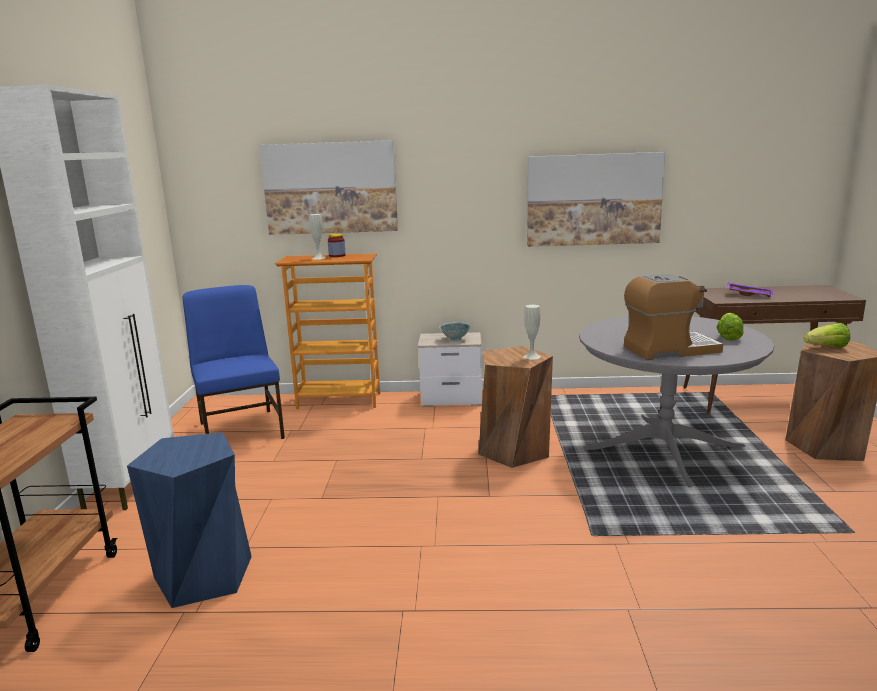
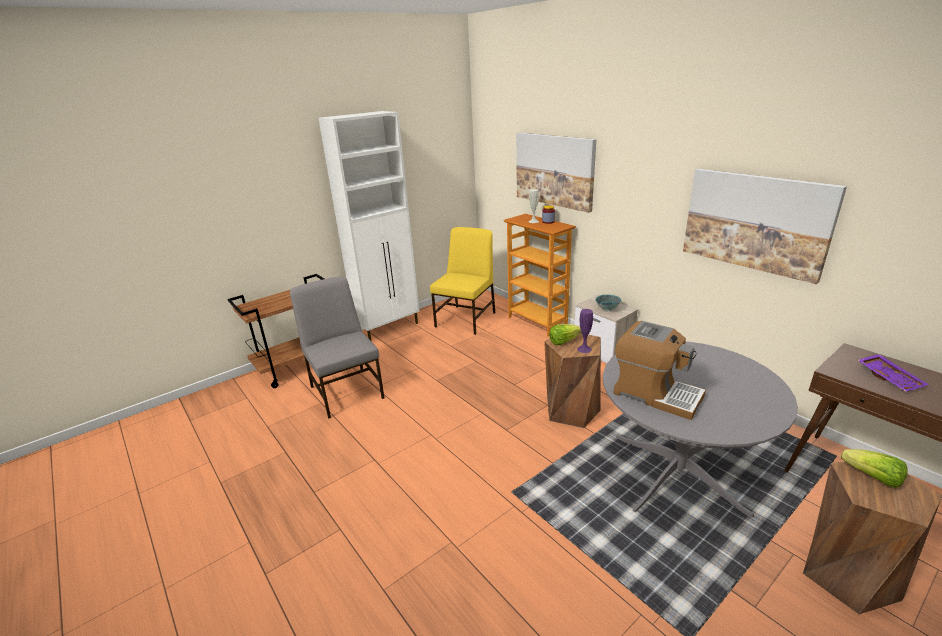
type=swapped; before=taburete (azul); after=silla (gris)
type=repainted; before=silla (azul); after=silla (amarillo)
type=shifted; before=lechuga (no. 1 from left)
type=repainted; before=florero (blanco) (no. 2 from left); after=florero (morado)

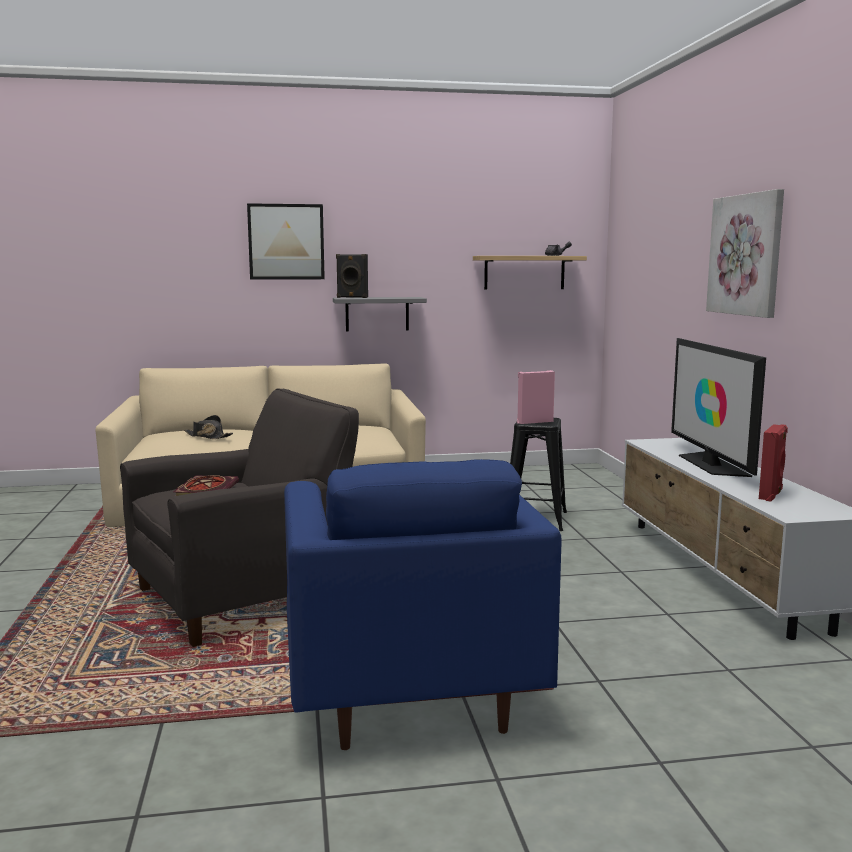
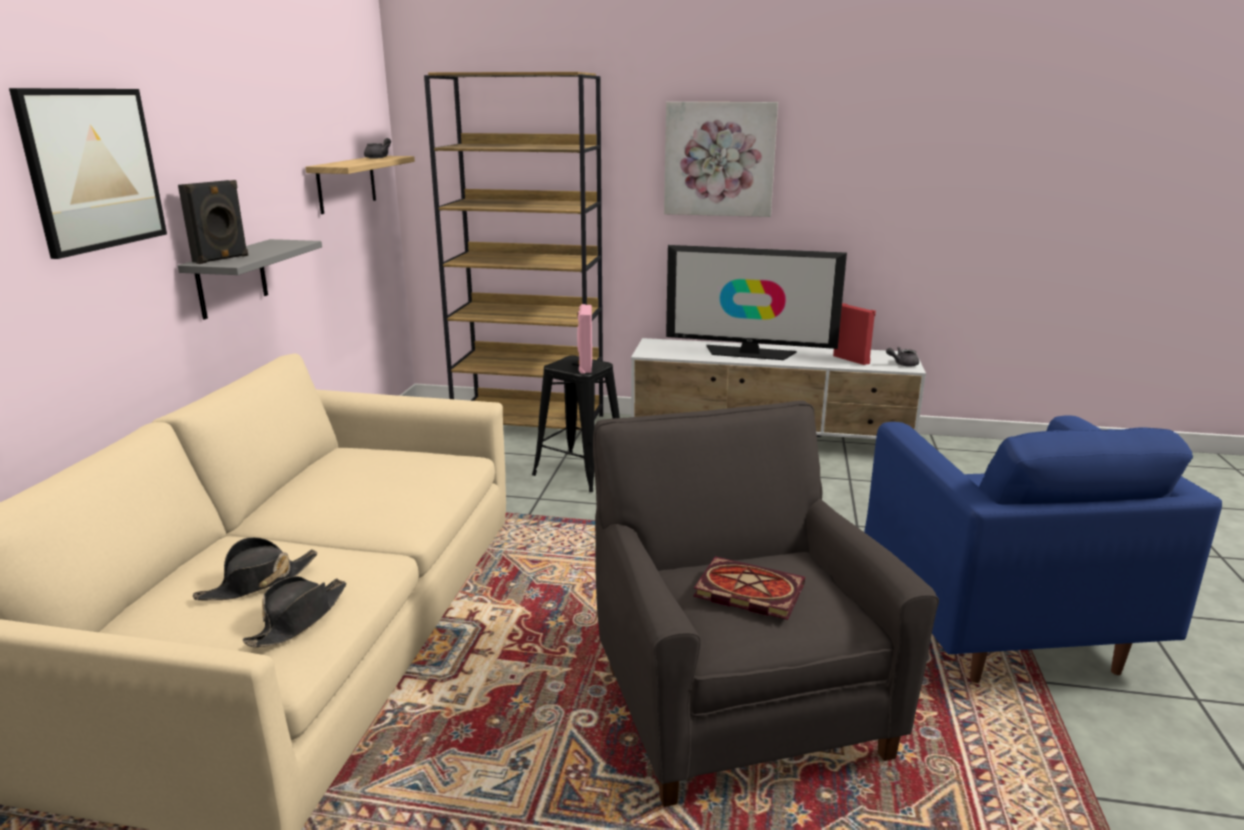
type=new; after=sombrero (negro) (no. 2 from left)
type=new; after=estantería (marrón)
type=rotated; before=sillón (azul); turn=75
type=new; after=tetera (gris) (no. 2 from left)

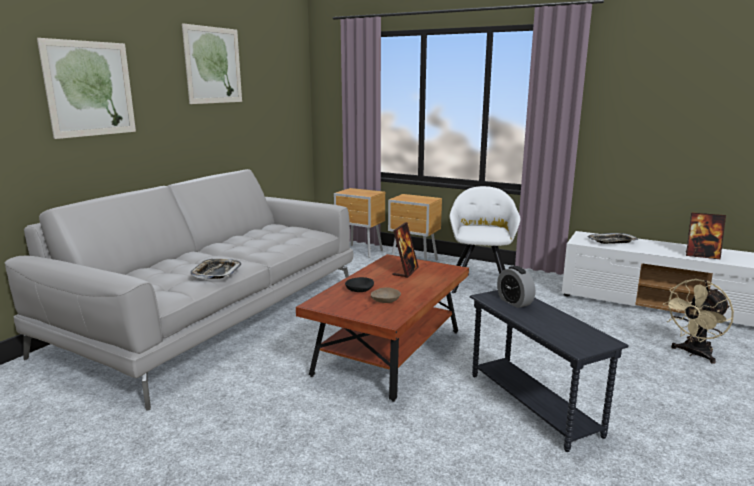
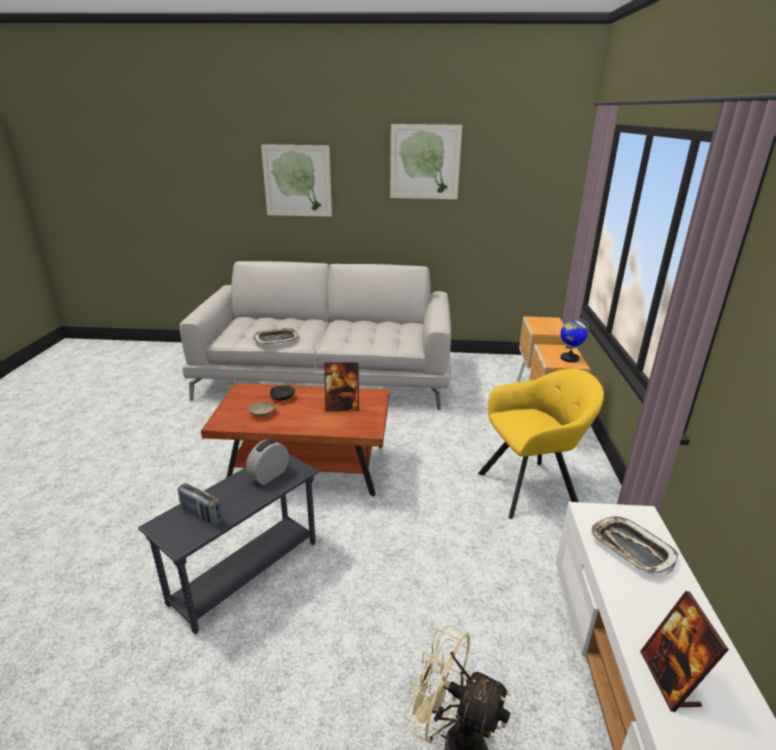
type=new; after=radio
type=repainted; before=sillón (blanco); after=sillón (amarillo)
type=new; after=globo terráqueo

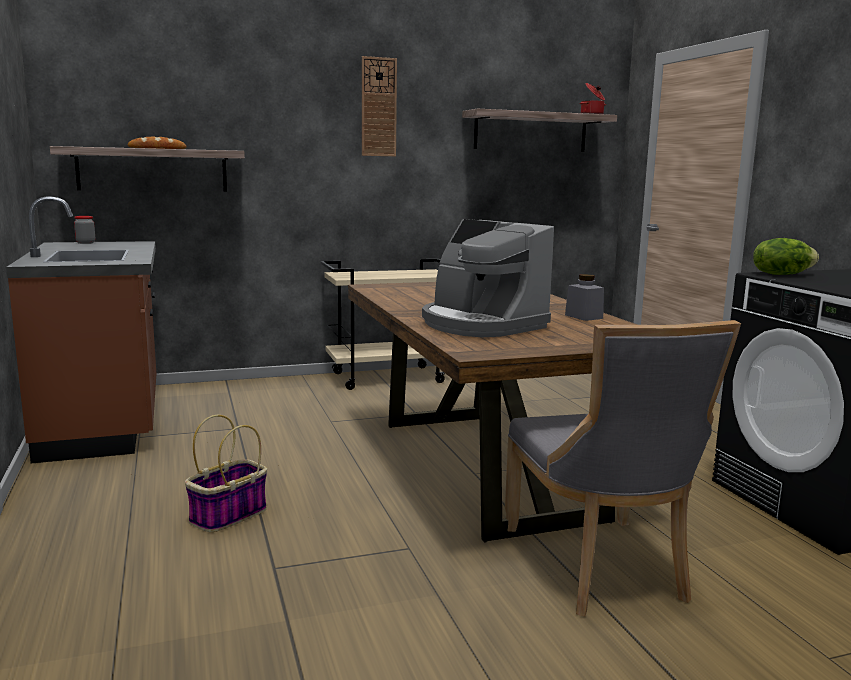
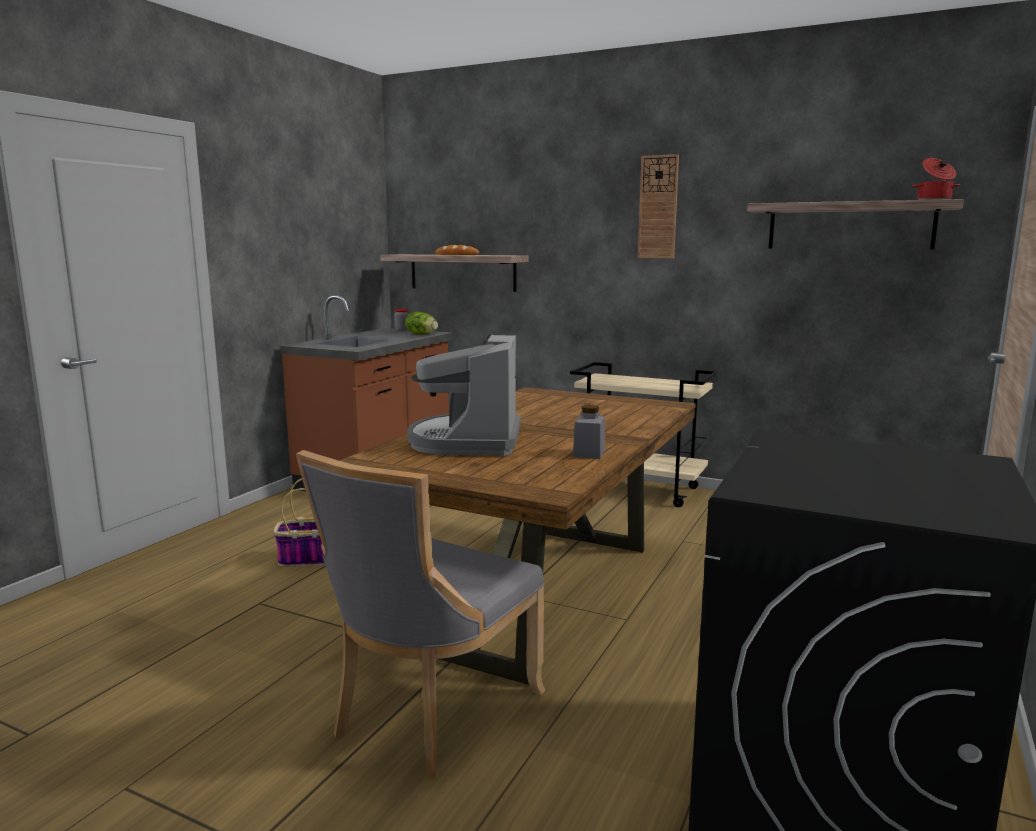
type=shifted; before=lechuga

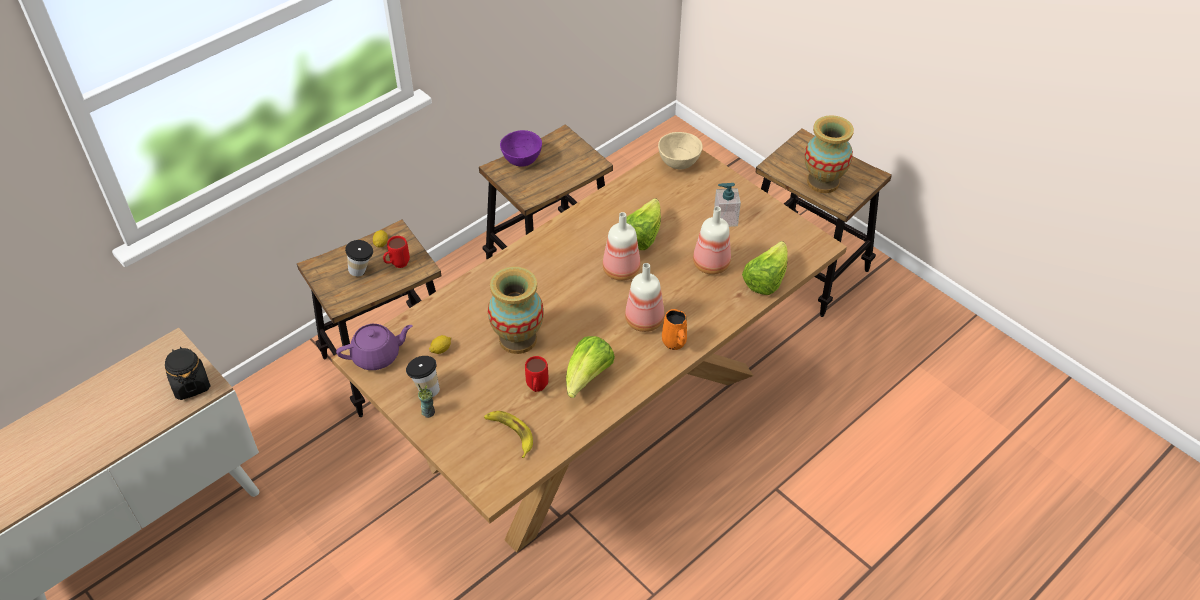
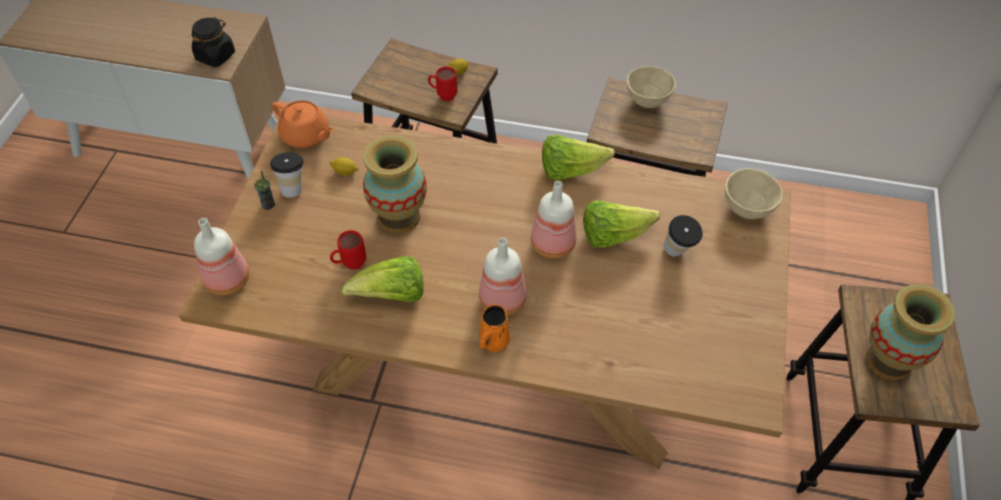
type=shifted; before=botella (no. 3 from left in the first image); after=botella (no. 1 from left)
type=repainted; before=tetera (morado); after=tetera (naranja)
type=shifted; before=lechuga (no. 3 from left in the first image); after=lechuga (no. 2 from left)
type=repainted; before=cuenco (morado); after=cuenco (beis) (no. 1 from left)
type=shifted; before=taza (no. 1 from left in the first image); after=taza (no. 3 from left)
type=gone; before=plátano
type=gone; before=dispensador de jabón

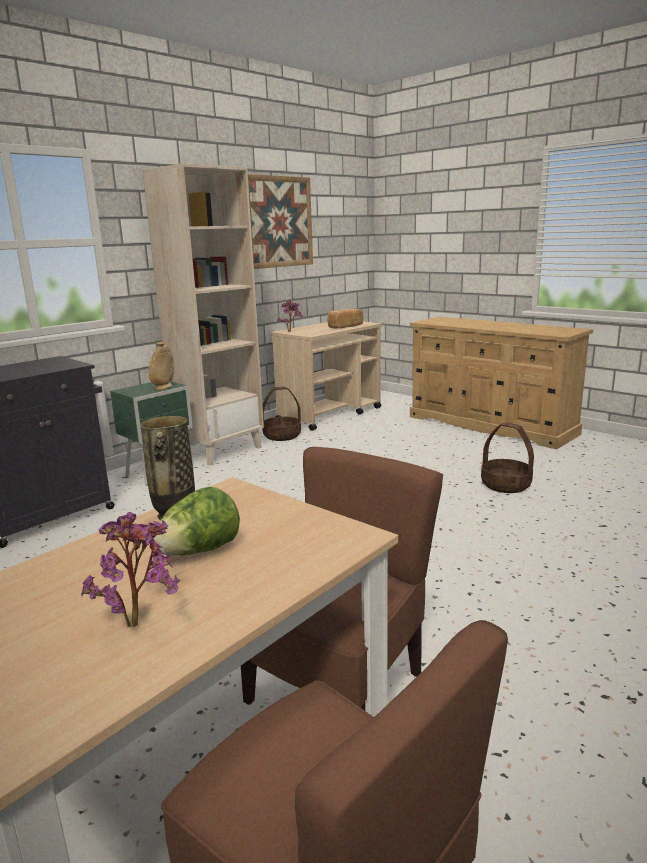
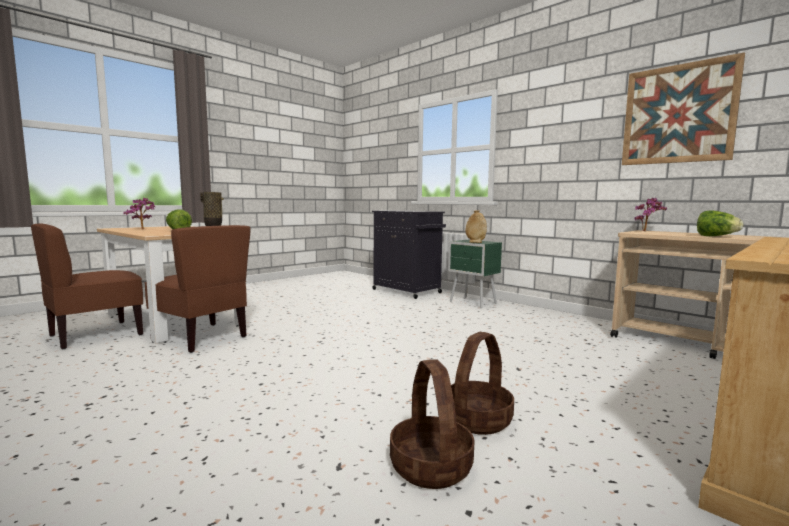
type=shifted; before=cesta (no. 1 from left)
type=swapped; before=pan; after=lechuga (no. 2 from left)
type=gone; before=estantería (beis)

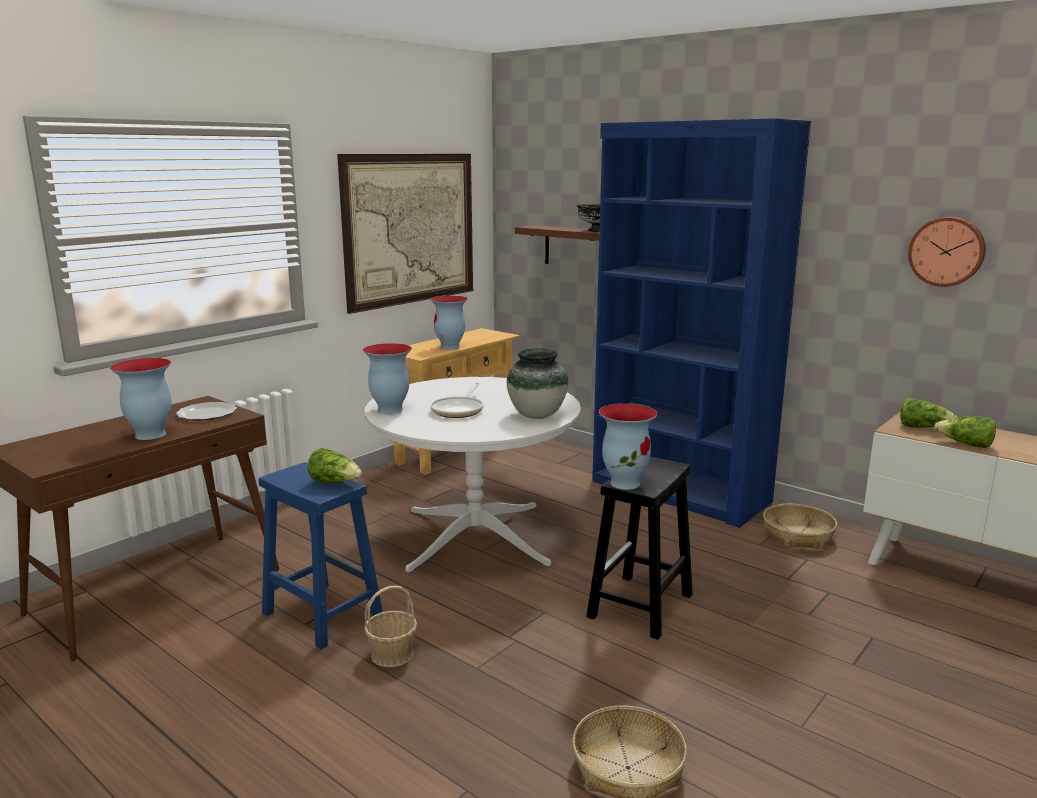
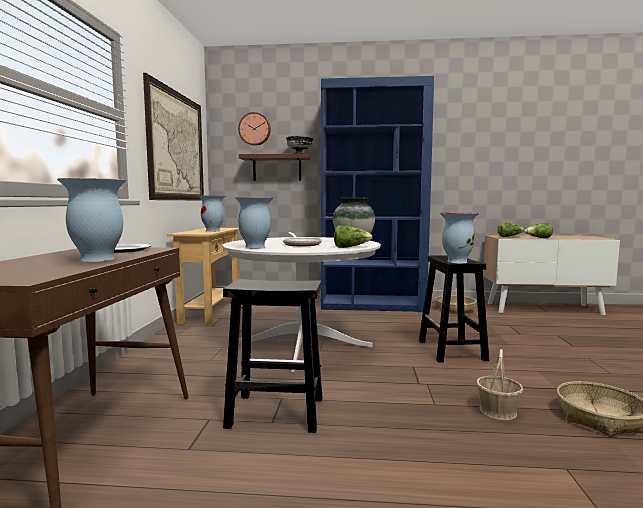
type=repainted; before=taburete (azul); after=taburete (negro) (no. 1 from left)
type=shifted; before=reloj de pared
type=shifted; before=lechuga (no. 1 from left)
type=shifted; before=cesta (no. 1 from left in the first image); after=cesta (no. 2 from left)

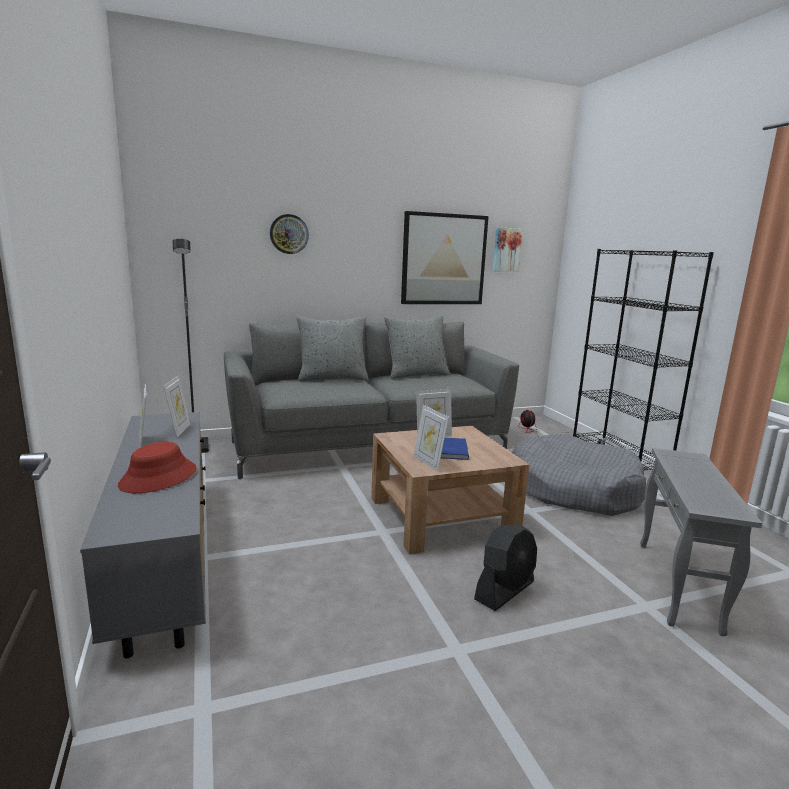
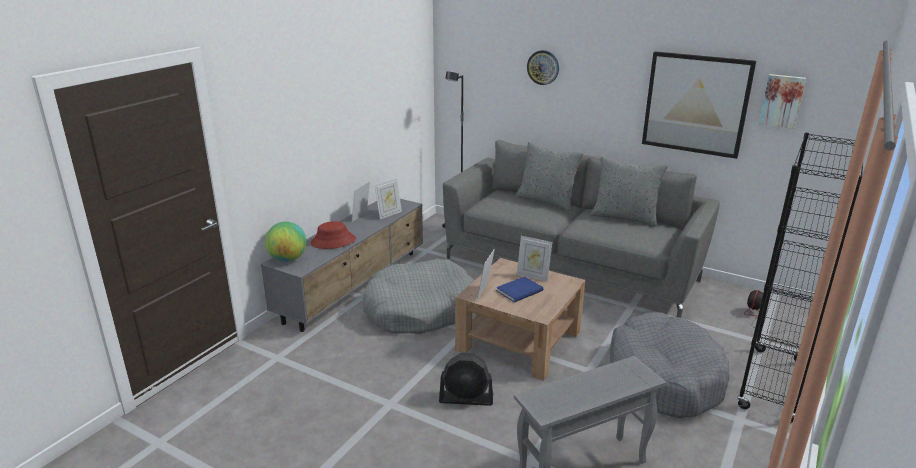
type=new; after=globo terráqueo
type=new; after=cama para perro (gris) (no. 1 from left)

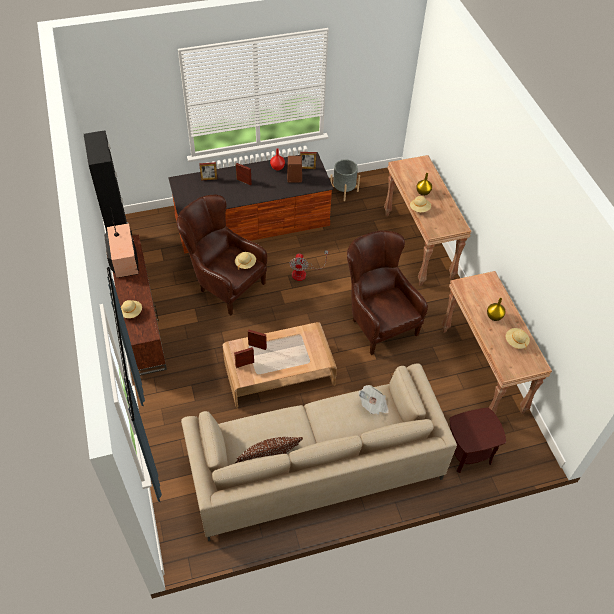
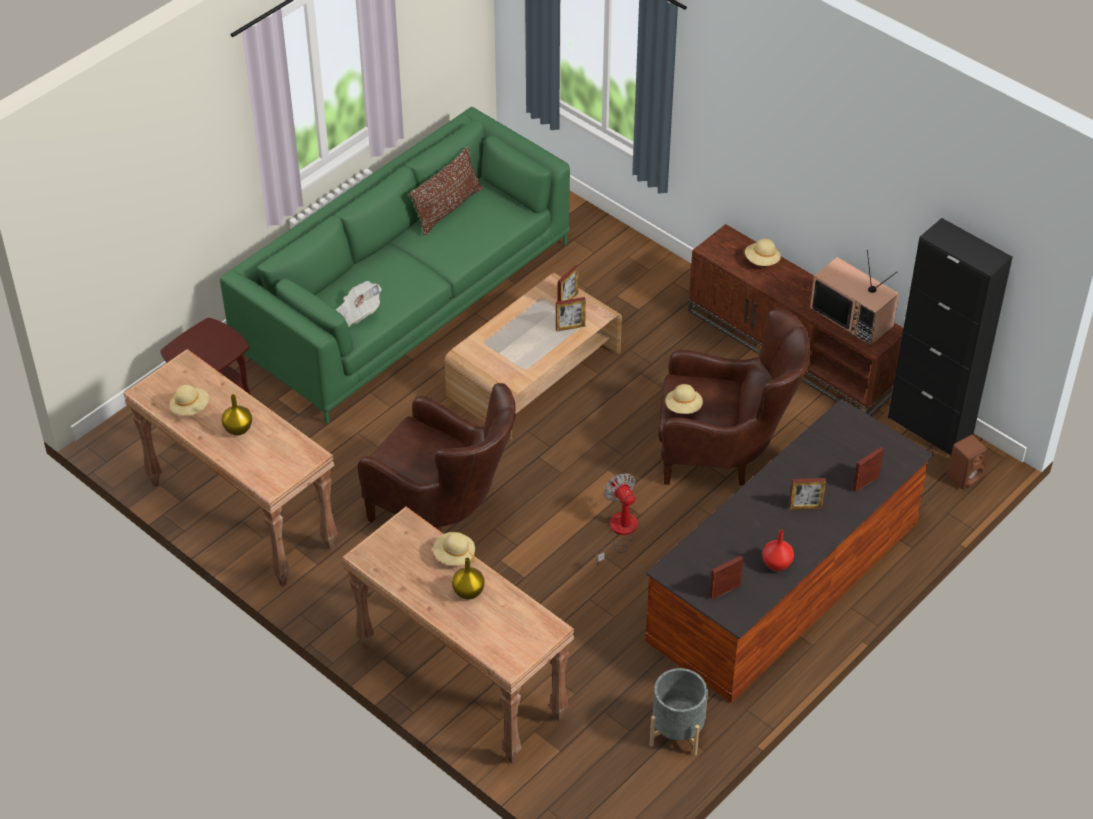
type=repainted; before=sofá (beis); after=sofá (verde)
type=shifted; before=altavoz (marrón)

